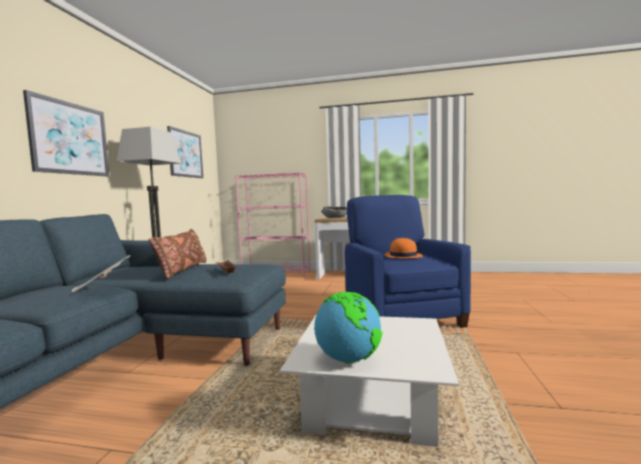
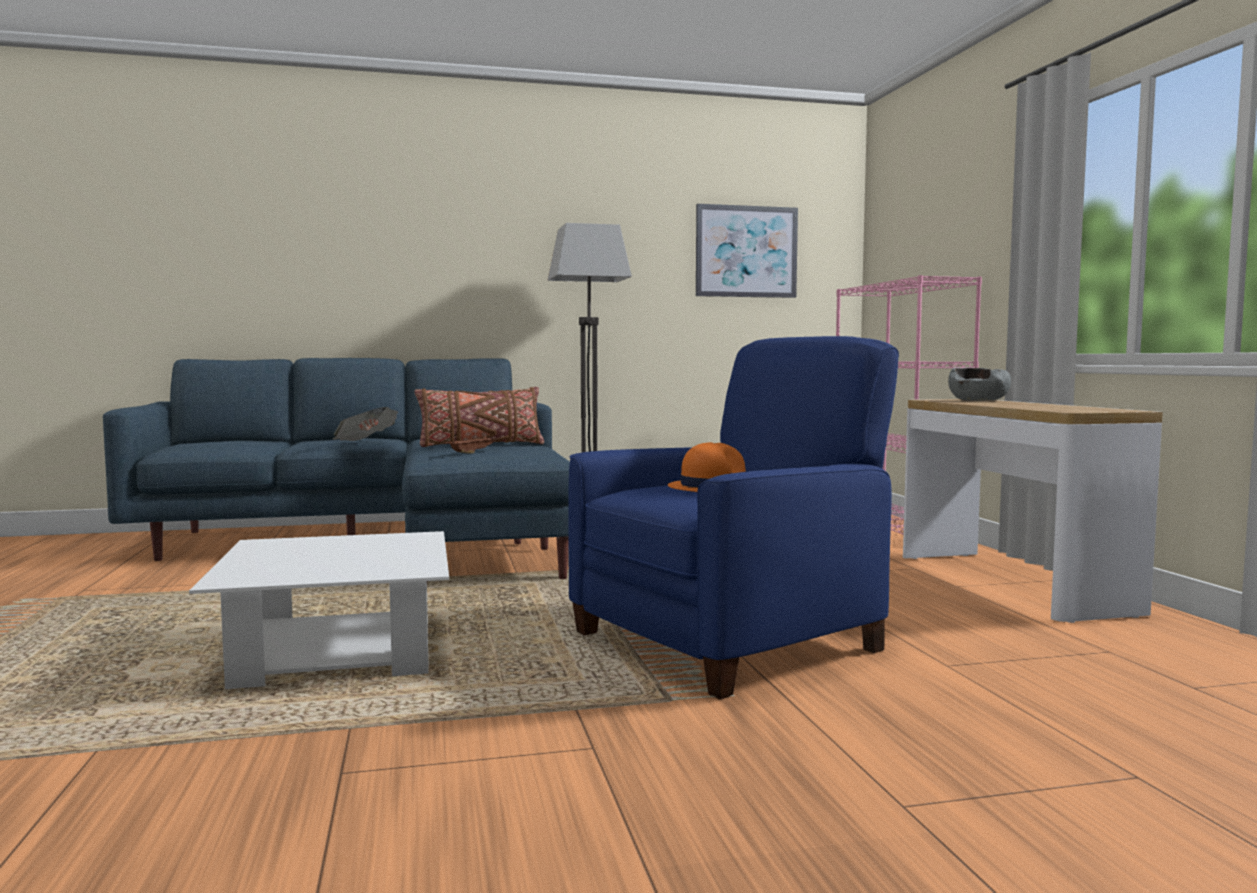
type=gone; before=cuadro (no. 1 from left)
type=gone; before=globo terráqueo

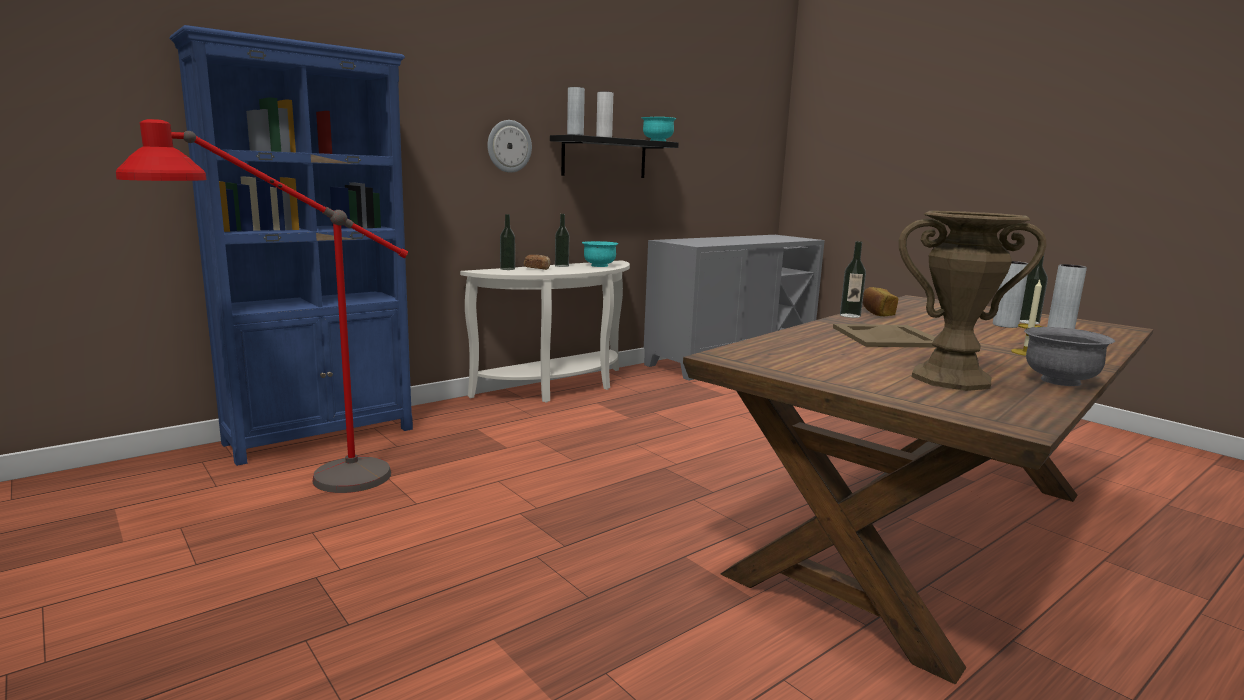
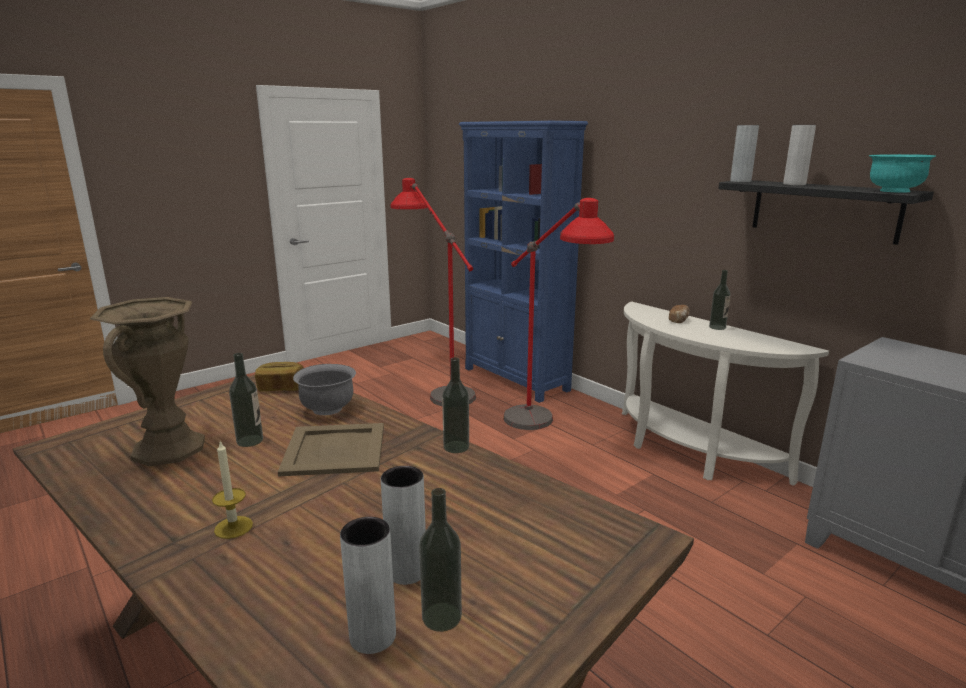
type=shifted; before=botella (no. 1 from left)
type=shifted; before=pan (no. 2 from left in the first image); after=pan (no. 1 from left)
type=shifted; before=cuenco (gris)
type=new; after=lámpara de pie (rojo) (no. 2 from left)
type=gone; before=reloj de pared
type=gone; before=cuenco (turquesa) (no. 1 from left)

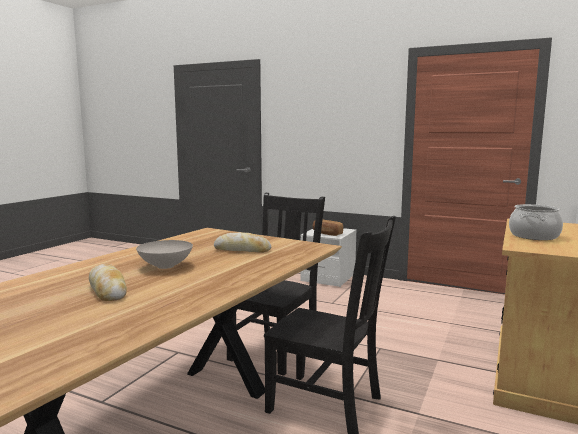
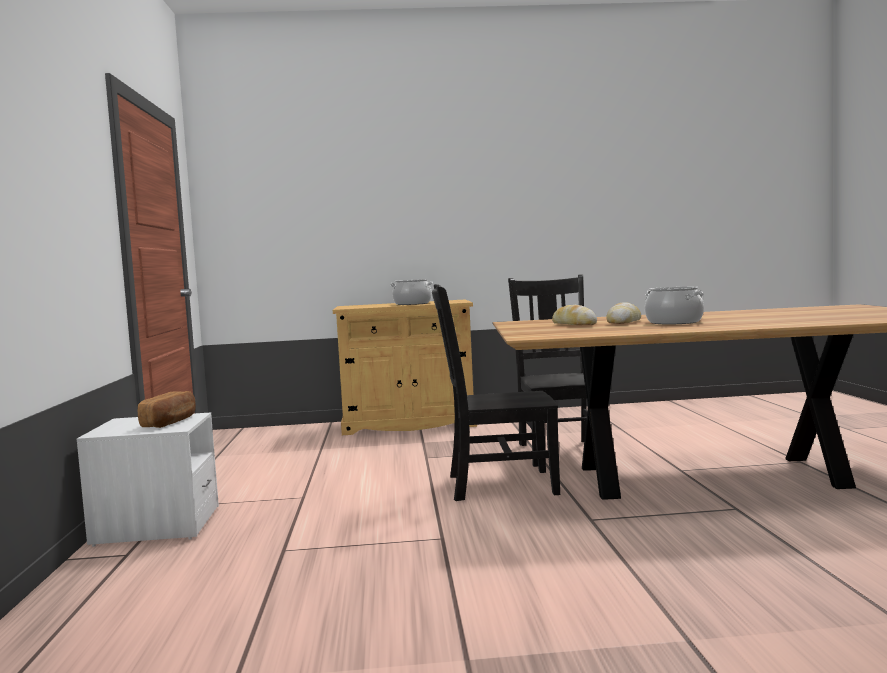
type=shifted; before=pan (no. 1 from left in the first image); after=pan (no. 3 from left)
type=swapped; before=cuenco (blanco); after=olla (no. 2 from left)

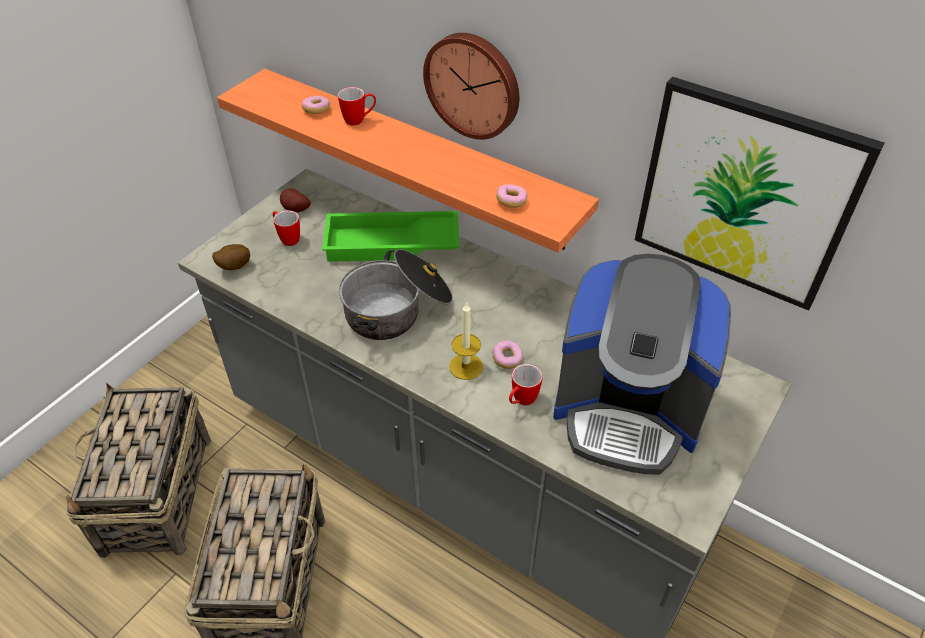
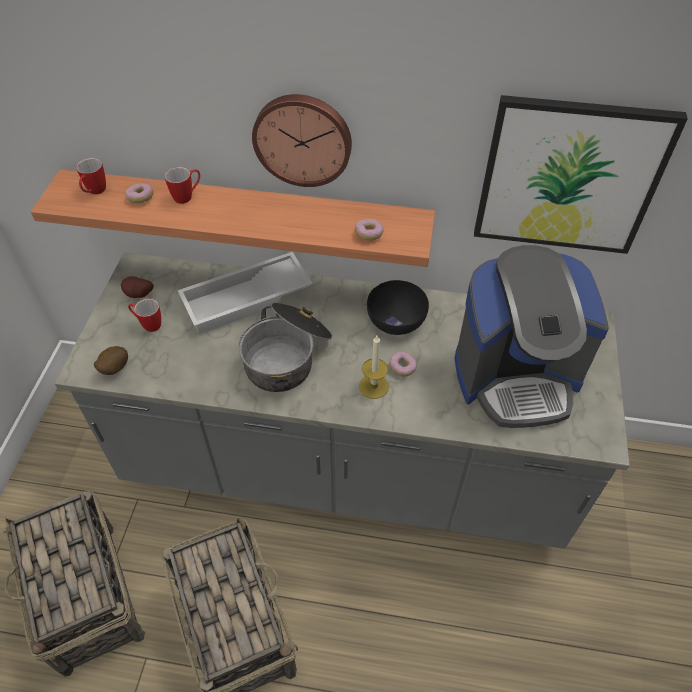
type=shifted; before=taza grande (no. 3 from left in the first image); after=taza grande (no. 1 from left)
type=repainted; before=bandeja (verde); after=bandeja (blanco)
type=new; after=cuenco (negro)

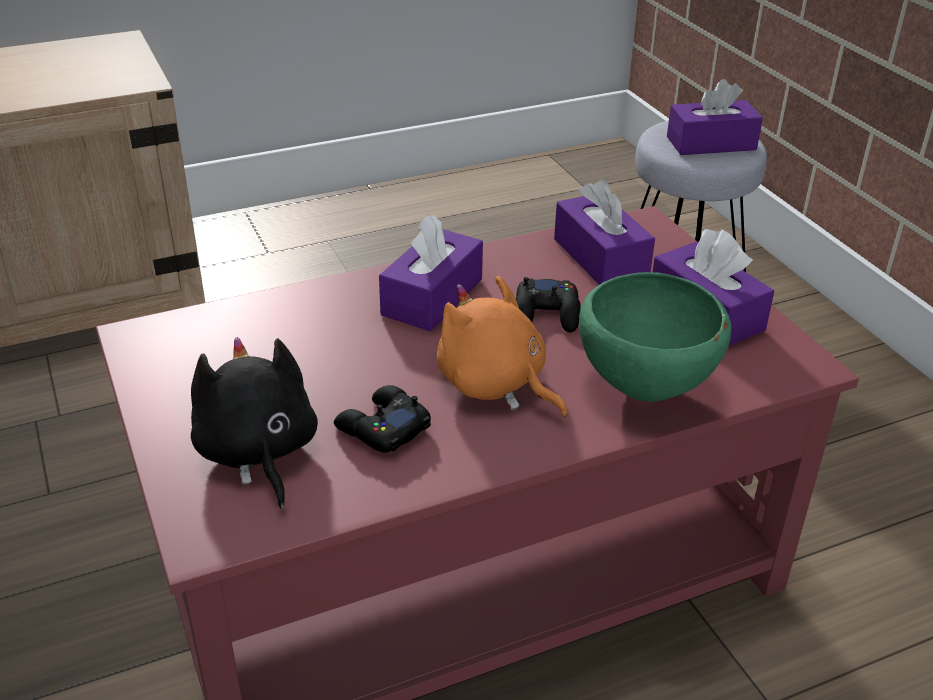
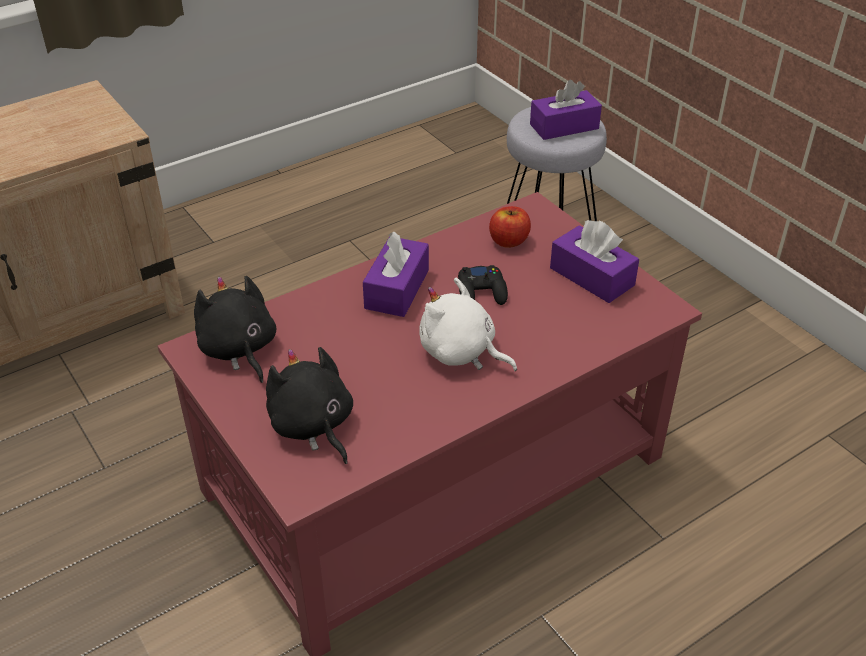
type=new; after=peluche (negro) (no. 1 from left)
type=repainted; before=peluche (naranja); after=peluche (blanco)
type=swapped; before=caja de pañuelos (morado) (no. 2 from left); after=manzana
type=gone; before=mando de consola (negro) (no. 1 from left)
type=gone; before=cuenco (verde)

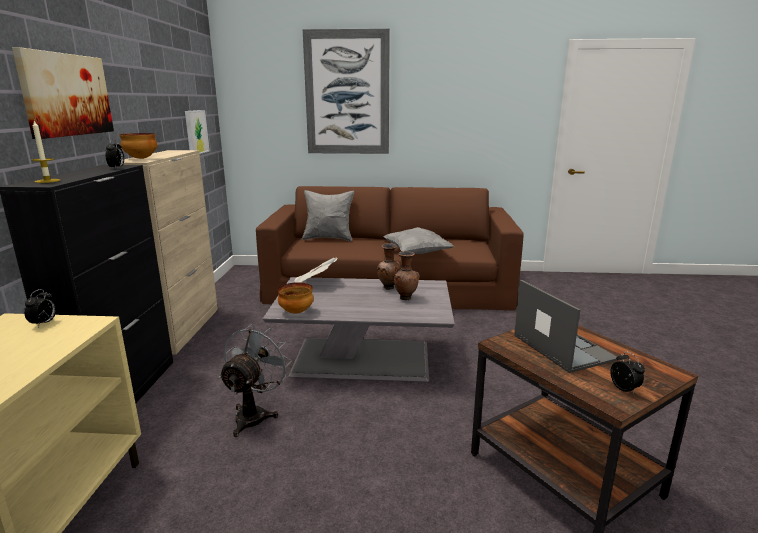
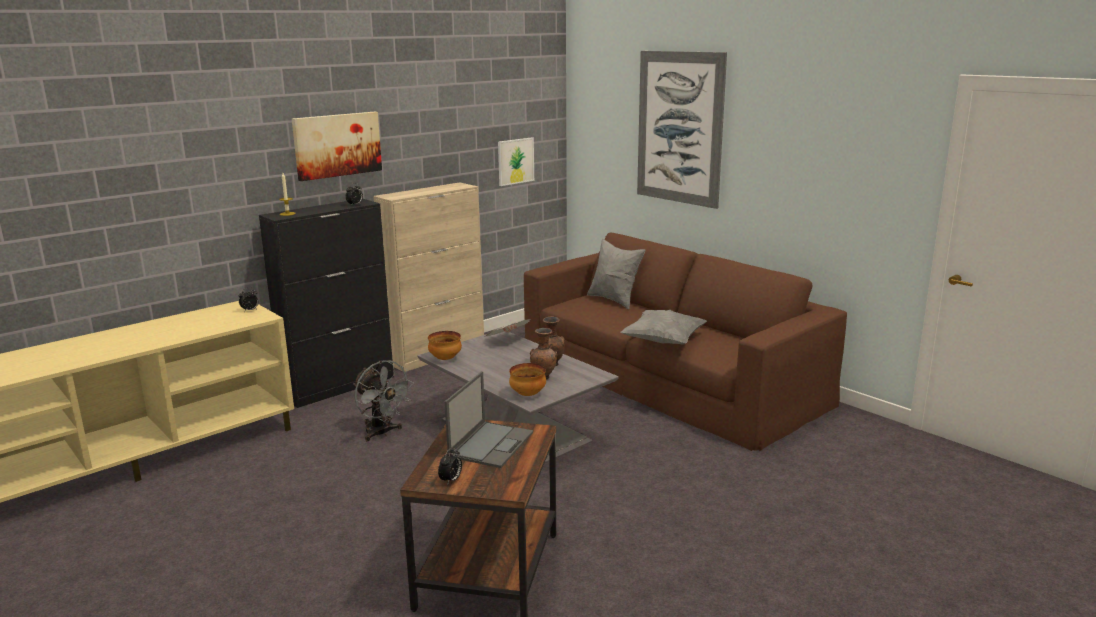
type=rotated; before=ventilador (gris); turn=75
type=shifted; before=cuenco (no. 1 from left in the first image); after=cuenco (no. 2 from left)

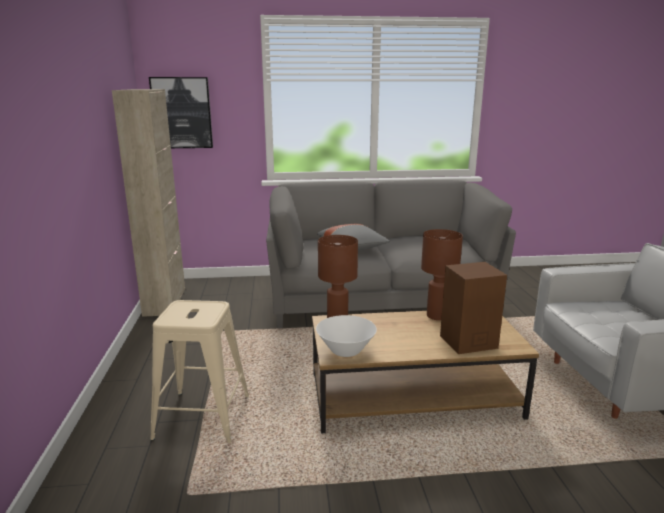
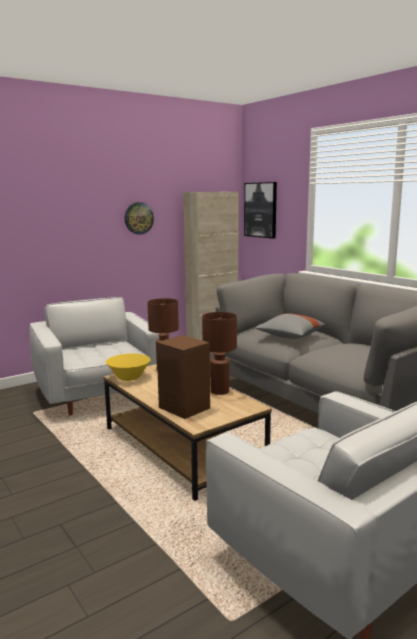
type=swapped; before=taburete (beis); after=sillón (blanco) (no. 1 from left)
type=repainted; before=cuenco (blanco); after=cuenco (amarillo)
type=new; after=reloj de pared

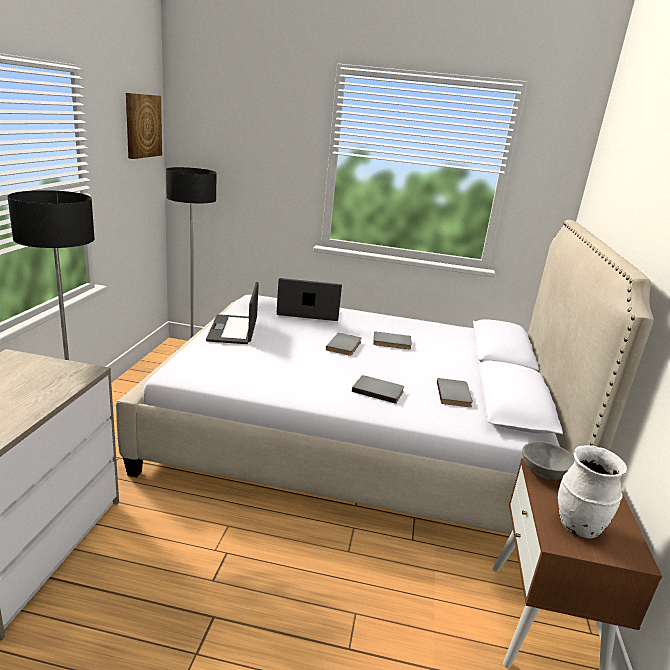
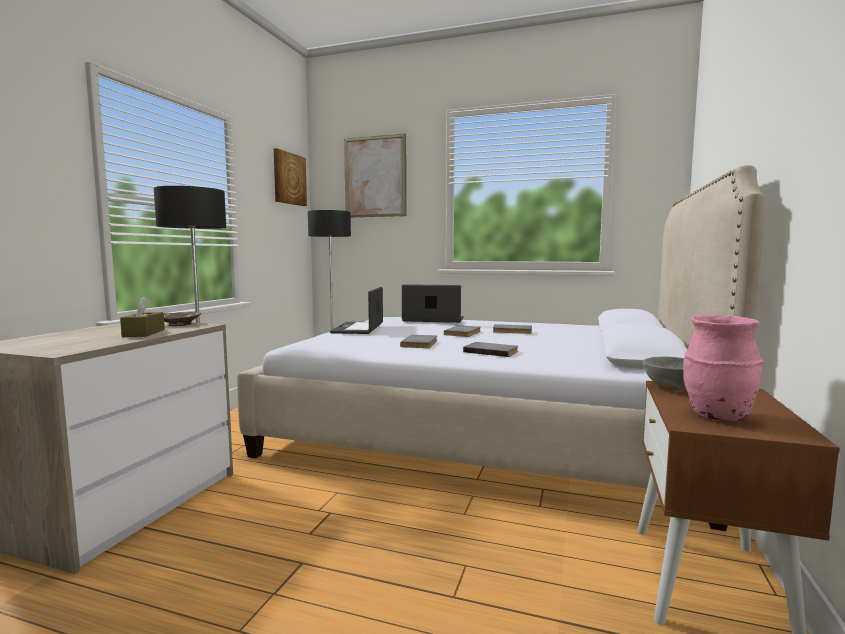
type=new; after=caja de pañuelos (marrón)
type=new; after=cuenco (marrón)
type=new; after=cuadro (no. 2 from left)
type=shifted; before=libro (gris) (no. 4 from left in the first image); after=libro (gris) (no. 1 from left)
type=repainted; before=florero (blanco); after=florero (rosa)

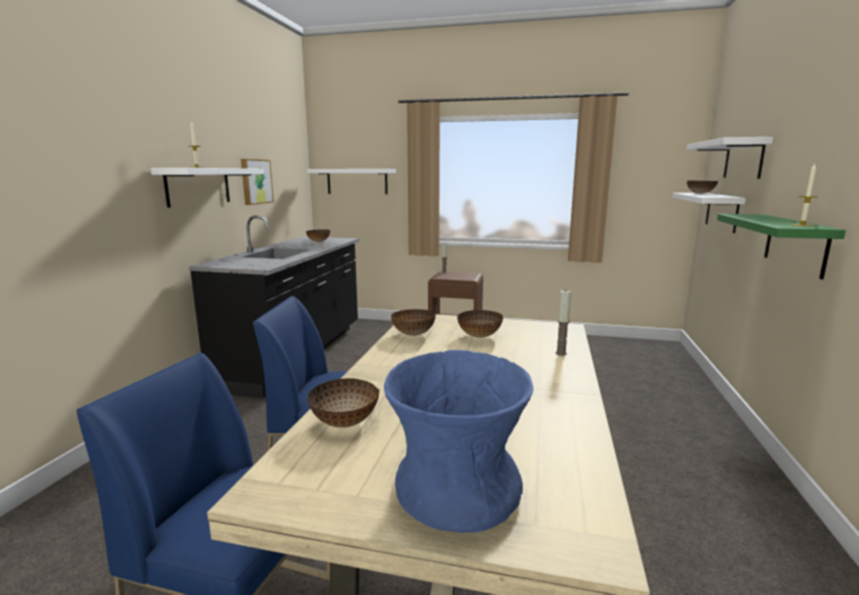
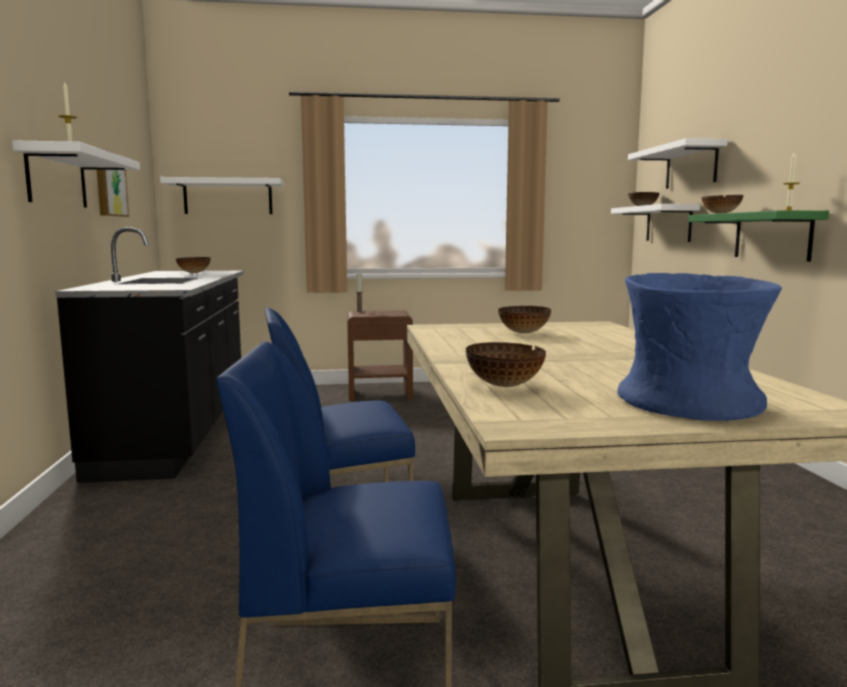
type=shifted; before=cuenco (no. 3 from left in the first image); after=cuenco (no. 5 from left)
type=gone; before=vela (no. 3 from left)

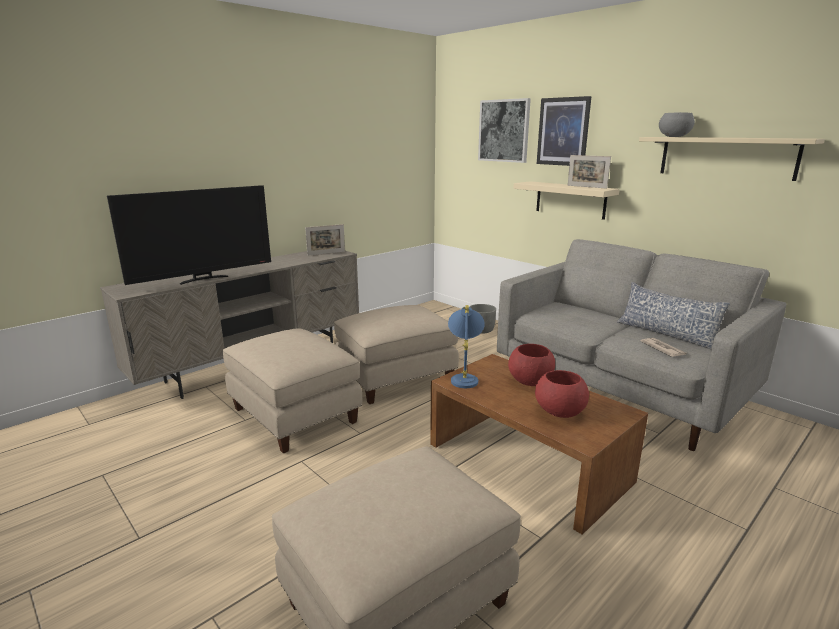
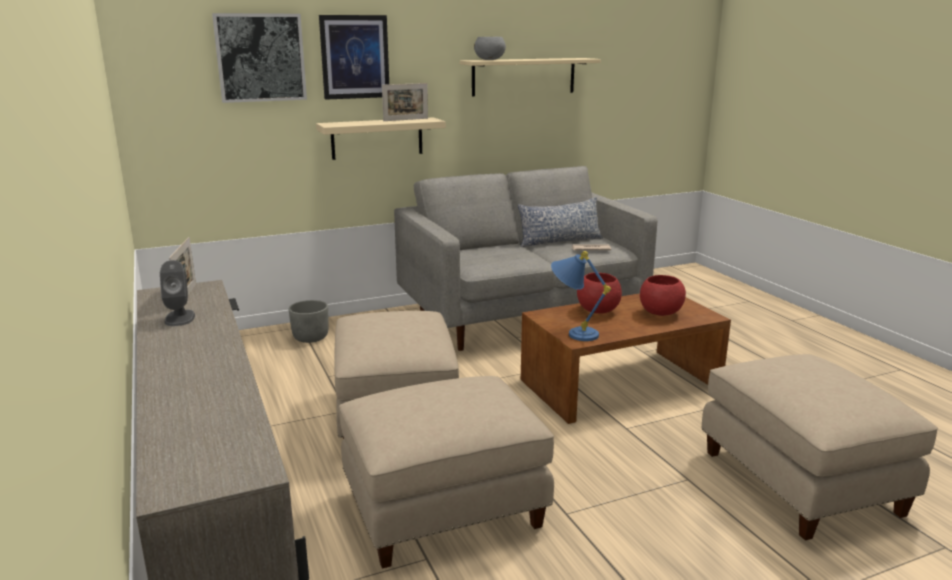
type=new; after=altavoz (gris)
type=gone; before=televisor

